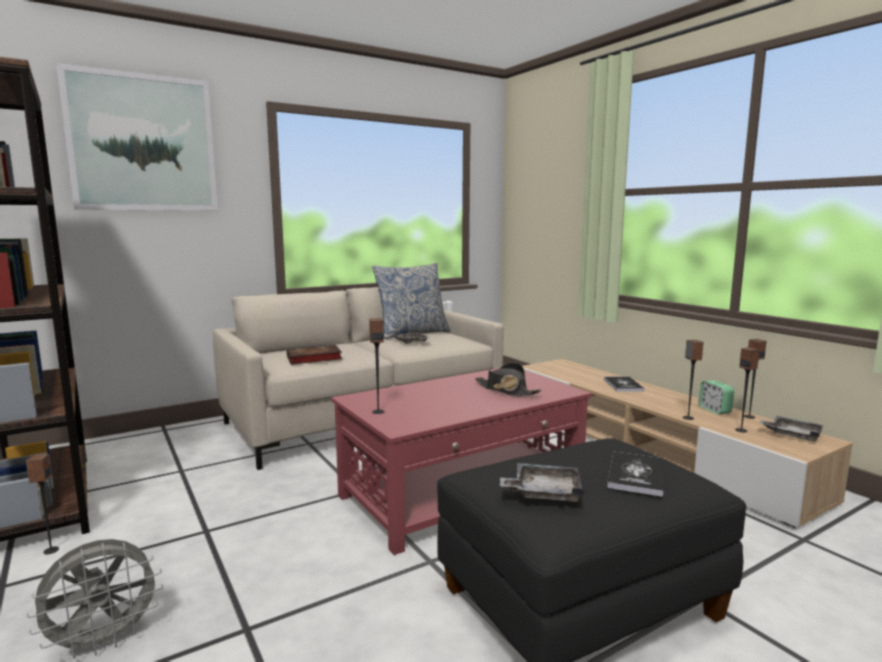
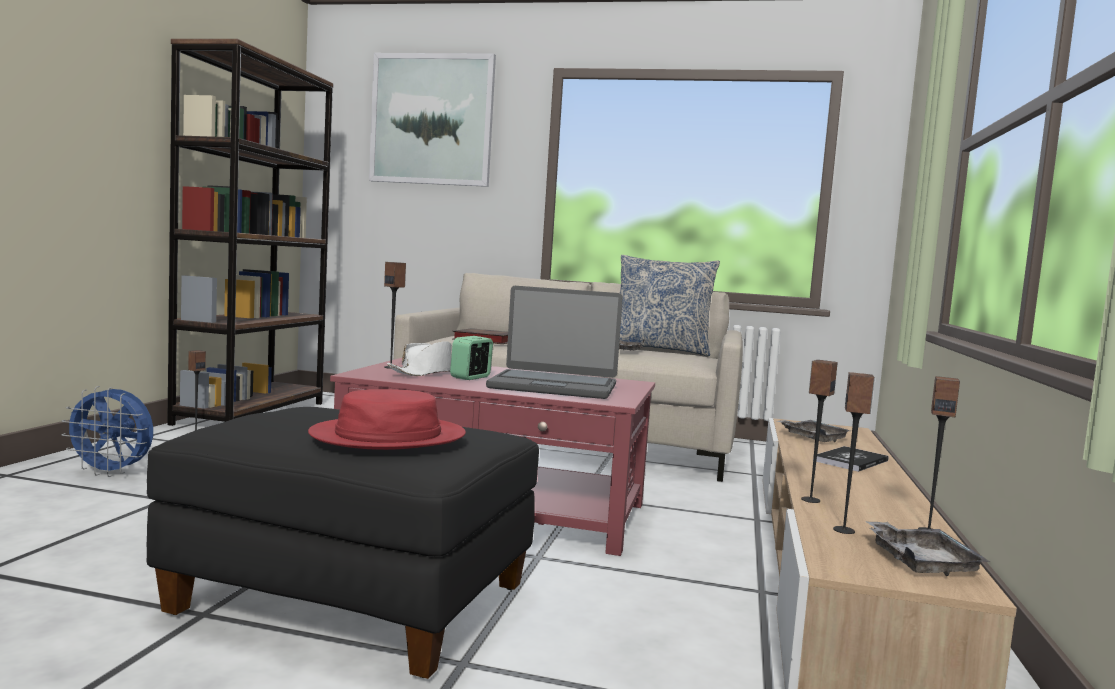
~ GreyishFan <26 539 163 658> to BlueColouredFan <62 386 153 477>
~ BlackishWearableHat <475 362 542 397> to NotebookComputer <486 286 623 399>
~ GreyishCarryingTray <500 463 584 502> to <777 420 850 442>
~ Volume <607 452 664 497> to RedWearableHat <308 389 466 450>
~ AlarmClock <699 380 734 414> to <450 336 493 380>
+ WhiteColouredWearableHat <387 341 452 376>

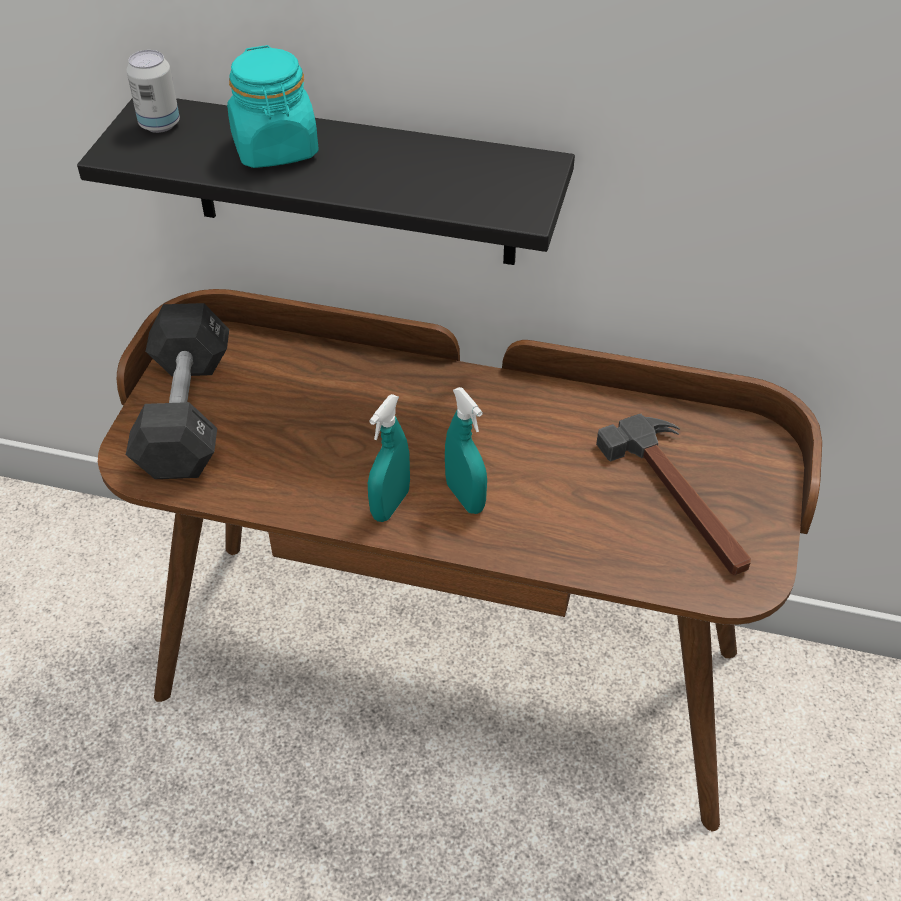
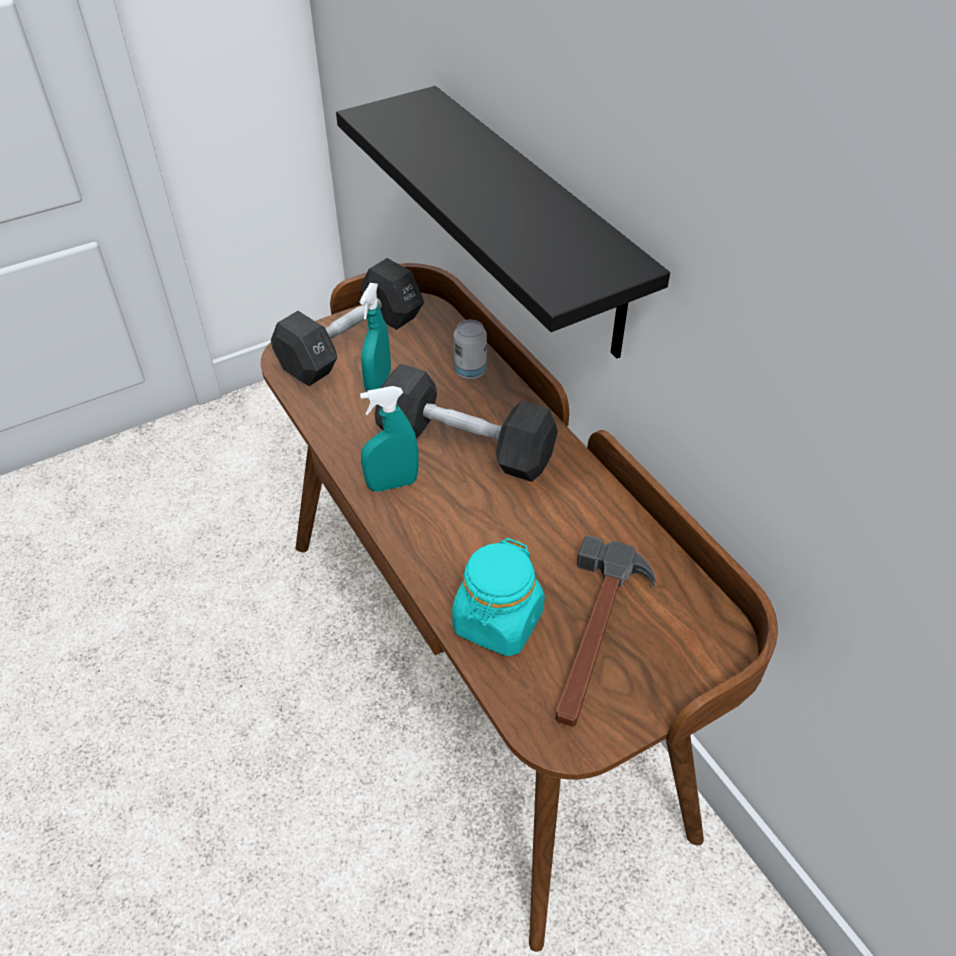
~ Can <126 50 180 133> to <454 320 487 379>
~ TurquoisePreserveJar <227 45 319 168> to <452 538 545 656>
~ TurquoiseSprayer <445 387 487 514> to <360 283 391 391>
+ BlackishFreeWeight <375 364 558 482>

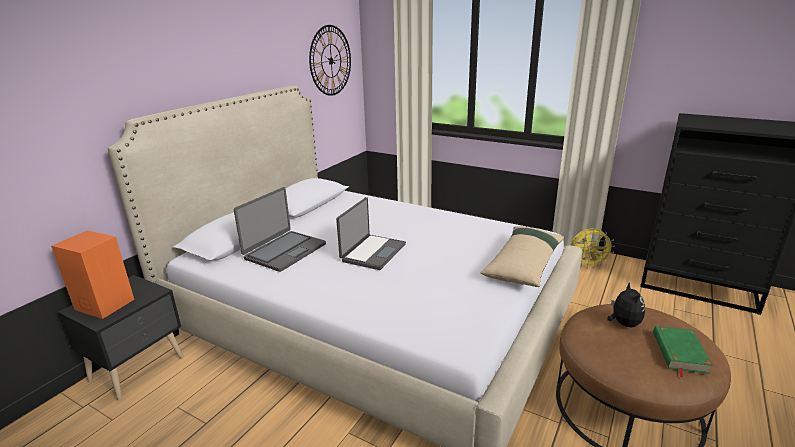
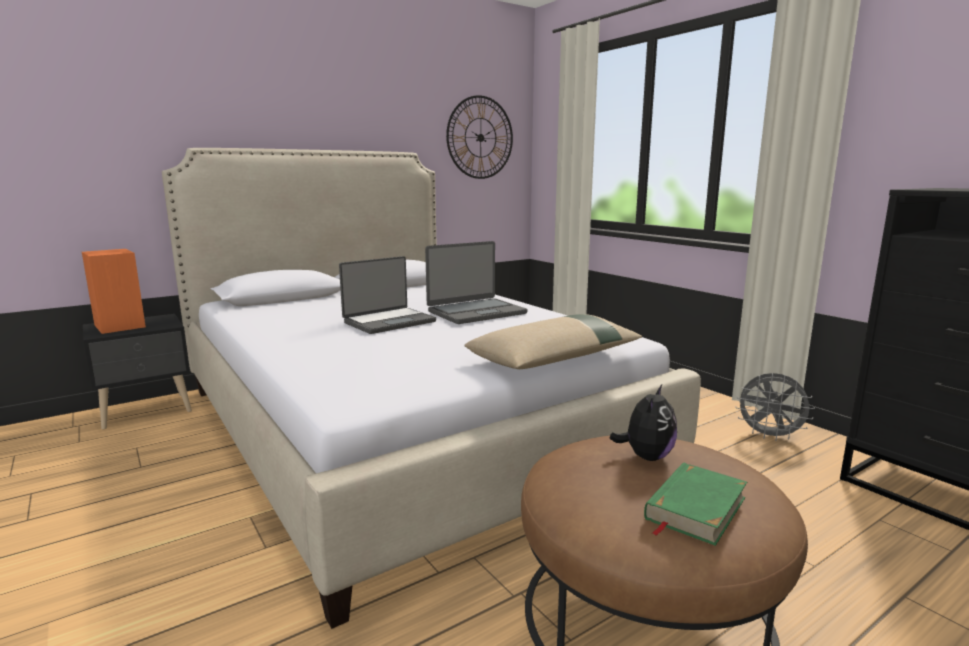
~ NotebookComputer <234 187 326 272> to <425 241 527 324>
~ YellowFan <571 228 615 269> to GreyishFan <735 373 815 441>

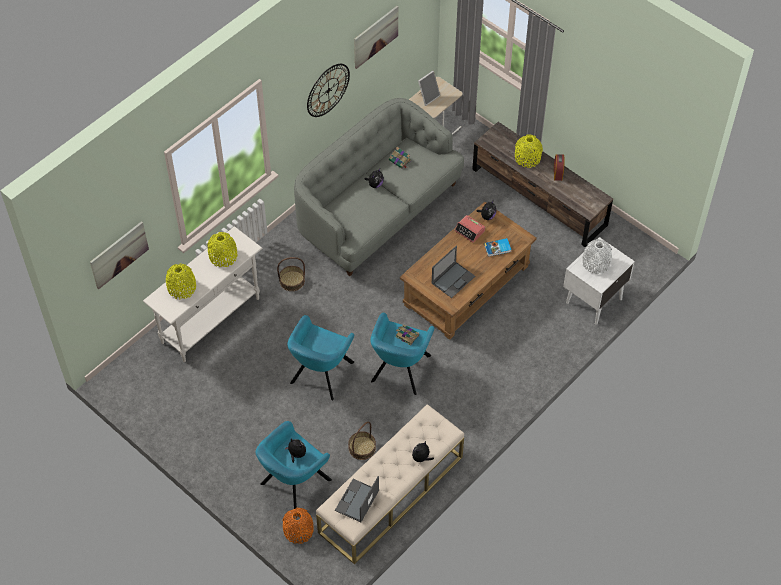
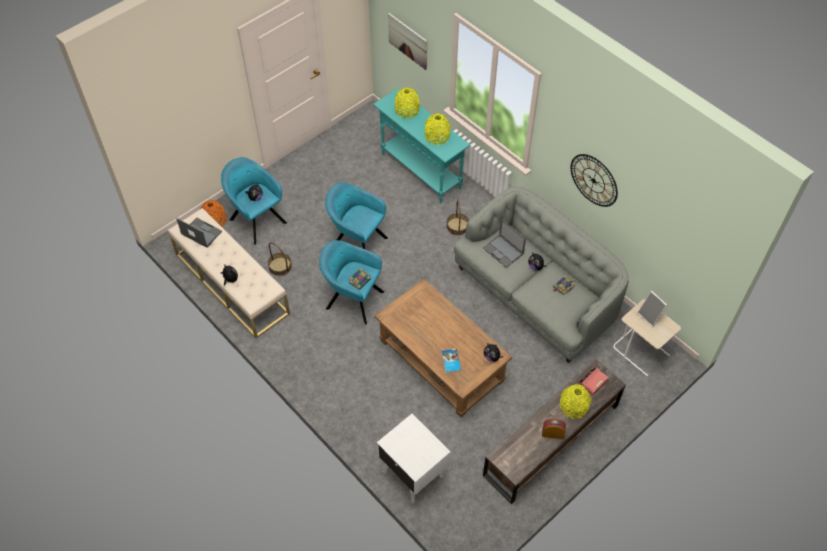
~ WhiteColouredConsoleTable <143 226 262 362> to TurquoiseConsoleTable <373 88 470 203>
- WallPicture <354 6 398 69>
~ NotebookComputer <432 246 475 298> to <483 219 526 268>
~ AlarmClock <454 215 485 243> to <577 367 608 396>
- WhiteColouredFlowerVase <582 239 612 274>

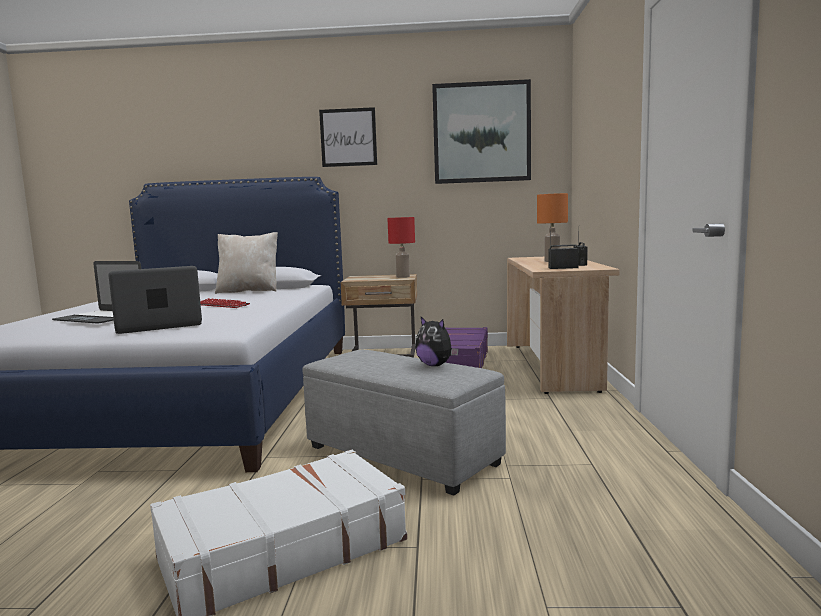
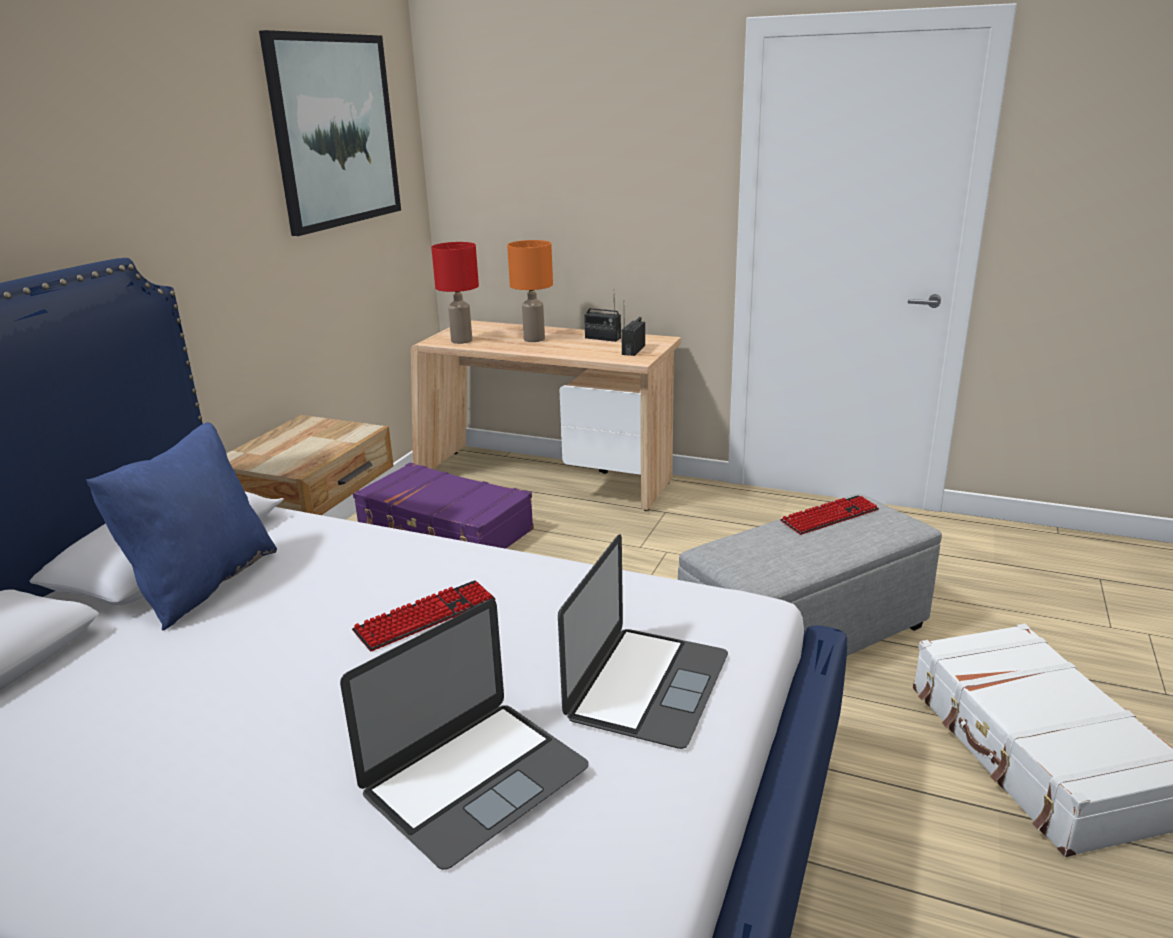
~ NotebookComputer <108 266 202 334> = <558 534 728 749> 150 degrees counterclockwise
~ BeigeThrowPillow <215 232 278 294> to BlueColouredThrowPillow <86 422 277 631>
- WallPicture <319 107 377 167>
~ RedTableLamp <387 217 415 278> to <431 242 479 344>
~ SoftToy <415 317 459 366> to ComputerKeyboard <780 495 879 535>

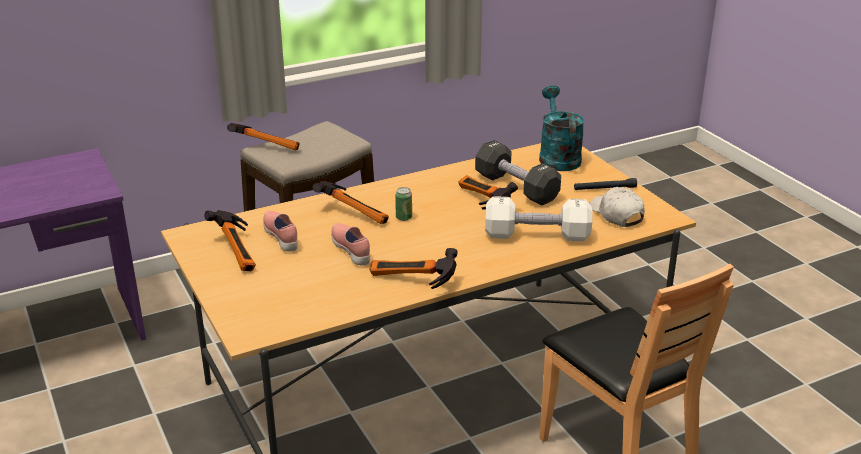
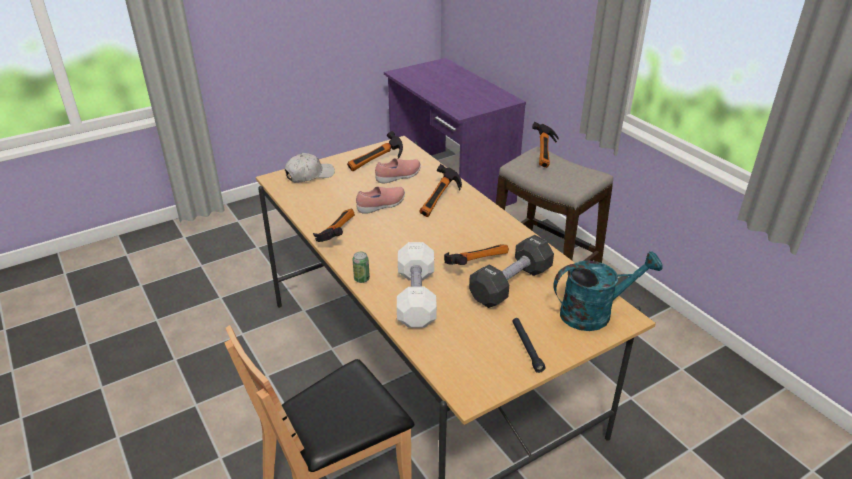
~ Can <395 187 412 221> to <352 252 370 283>
~ WhiteColouredPeakedCap <589 187 645 227> to <285 153 335 183>

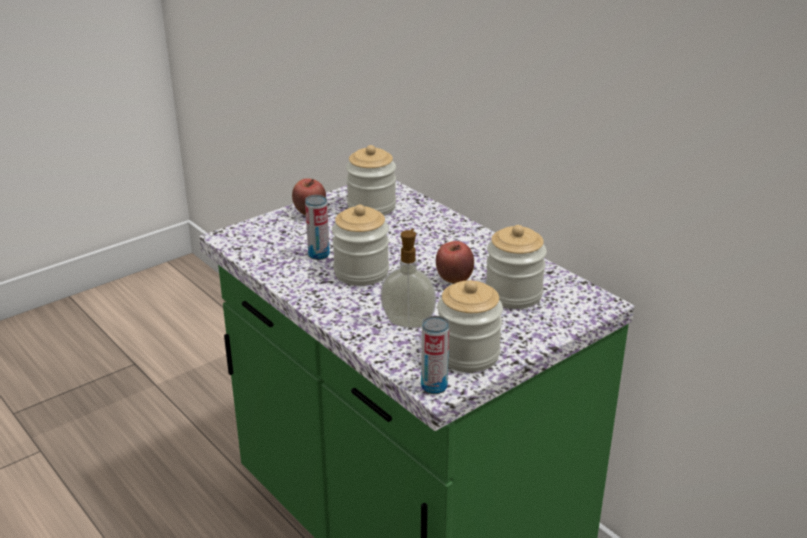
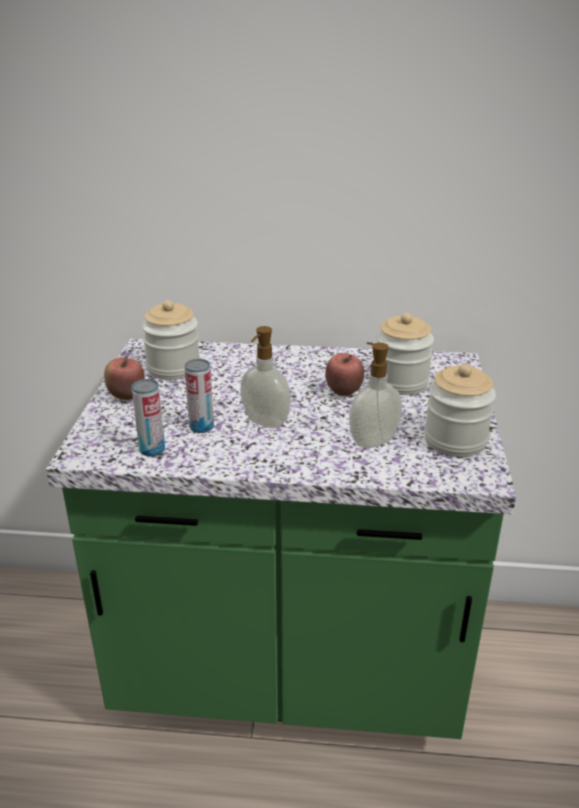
~ PreserveJar <332 205 389 286> to SoapBottle <240 326 291 428>
~ Can <421 316 449 394> to <132 379 165 456>

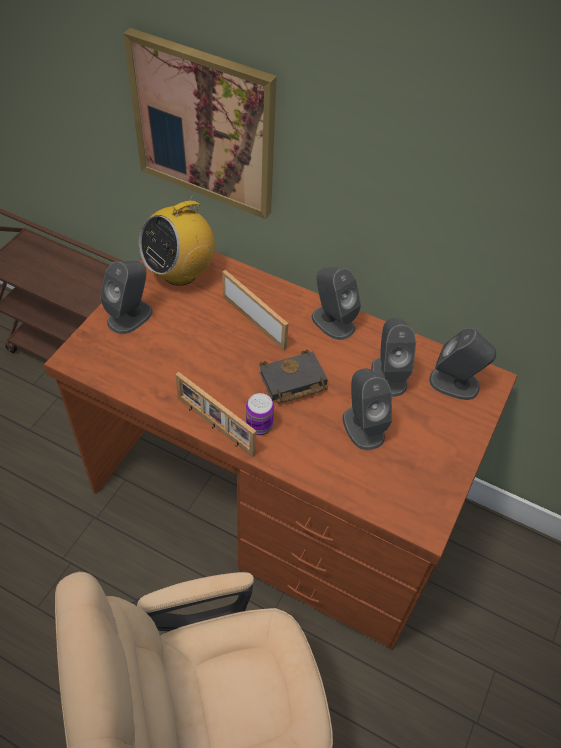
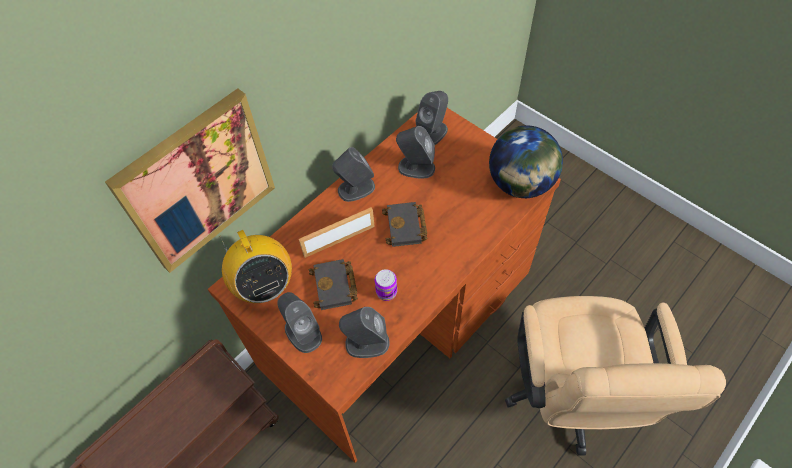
- PictureFrame <175 372 256 457>
~ Can <246 393 274 435> to <375 269 397 301>
~ GreyishLoudspeaker <343 369 392 450> to <339 307 389 358>
+ BlackishVolume <309 259 358 310>
+ Globe <489 125 563 198>

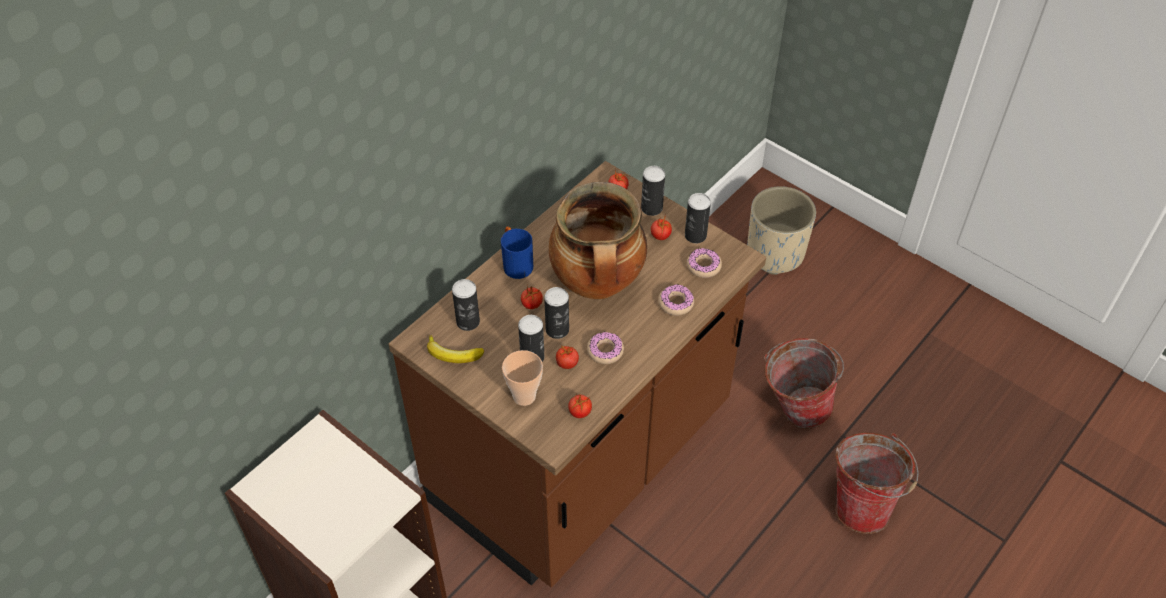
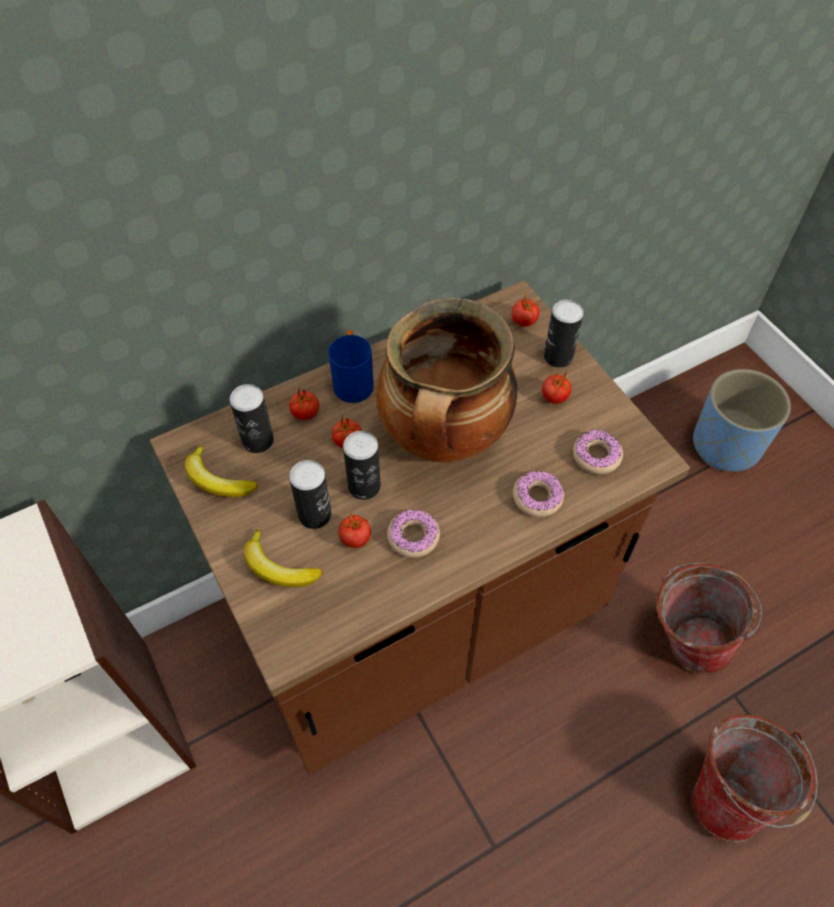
~ Cup <502 350 543 406> to BananaFruit <244 528 323 587>
~ Tomato <568 395 592 418> to <289 386 319 420>
- Can <685 193 711 243>
~ BeigePlantPot <747 186 816 275> to BlueColouredPlantPot <693 369 791 471>

